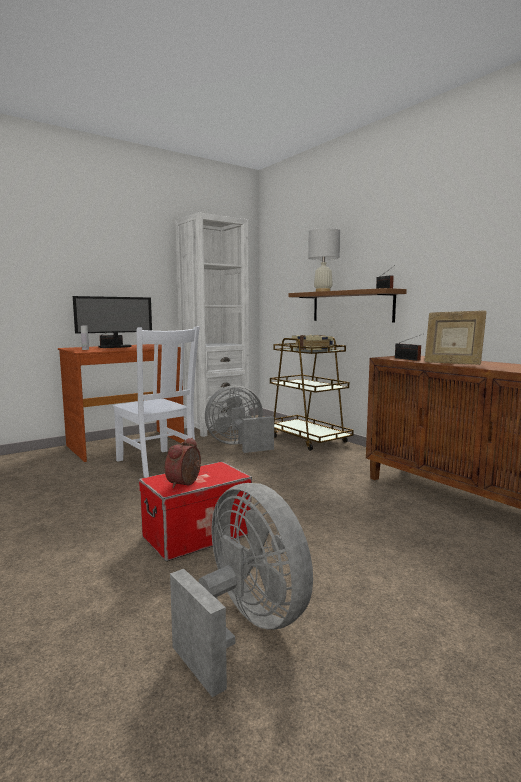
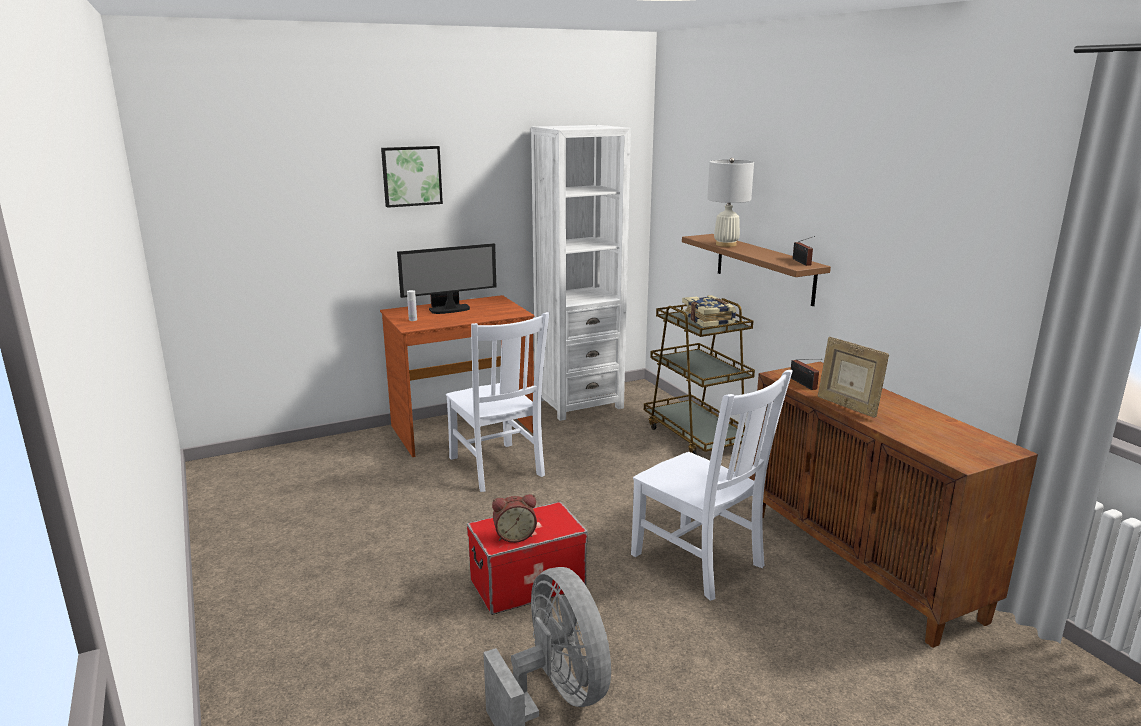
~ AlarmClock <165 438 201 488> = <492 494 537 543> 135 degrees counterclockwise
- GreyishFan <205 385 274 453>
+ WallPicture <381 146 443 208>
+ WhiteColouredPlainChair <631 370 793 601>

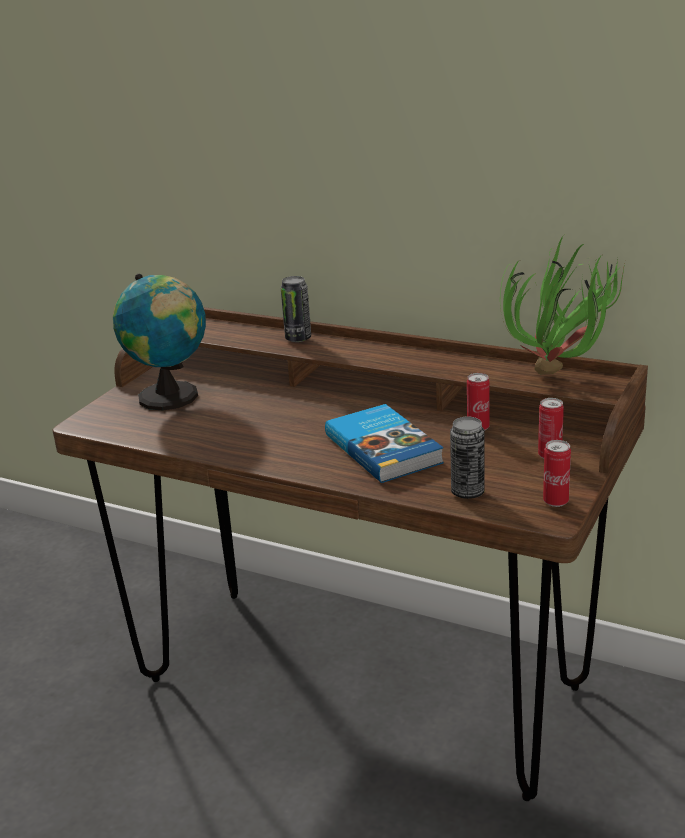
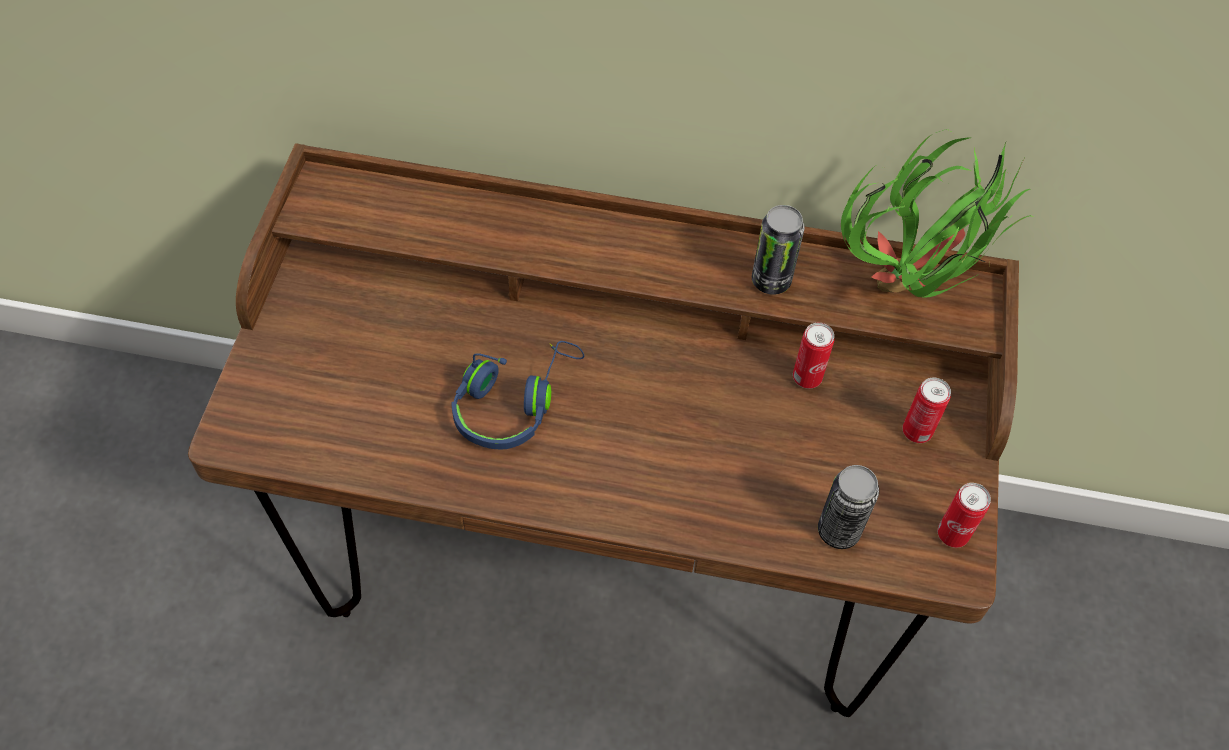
- Globe <113 274 206 410>
~ Can <280 276 311 342> to <752 205 805 295>
- Volume <325 404 444 483>
+ BlueColouredHeadphones <452 341 584 449>

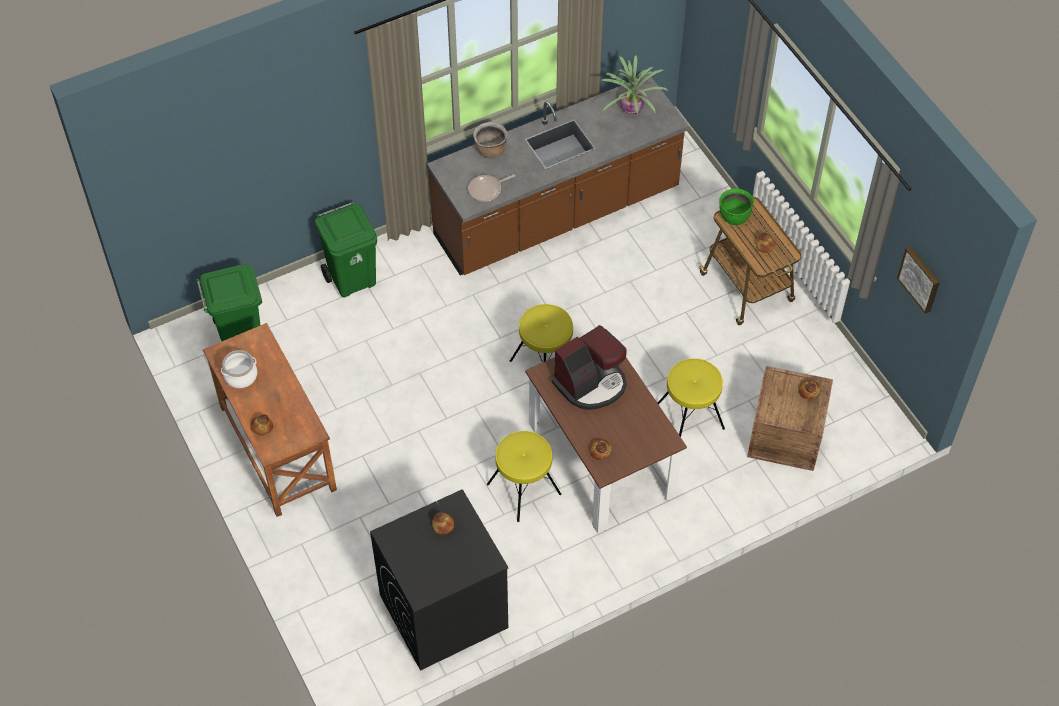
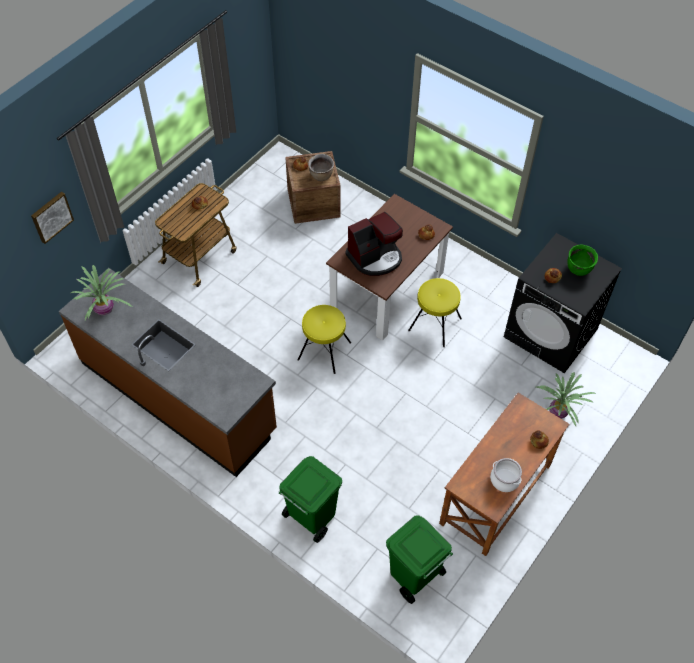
- Pan <468 174 516 202>
~ BrownishCookingPot <474 122 508 158> to <308 154 334 181>
~ CoffeeMaker <552 325 627 410> = <345 212 403 276> 120 degrees clockwise
- YellowStoolSeat <658 358 725 437>
~ GreenColouredCookingPot <719 188 754 225> to <567 244 598 276>
~ WallPicture <897 246 940 314> to <31 192 74 244>
+ PottedPlant <536 372 596 426>

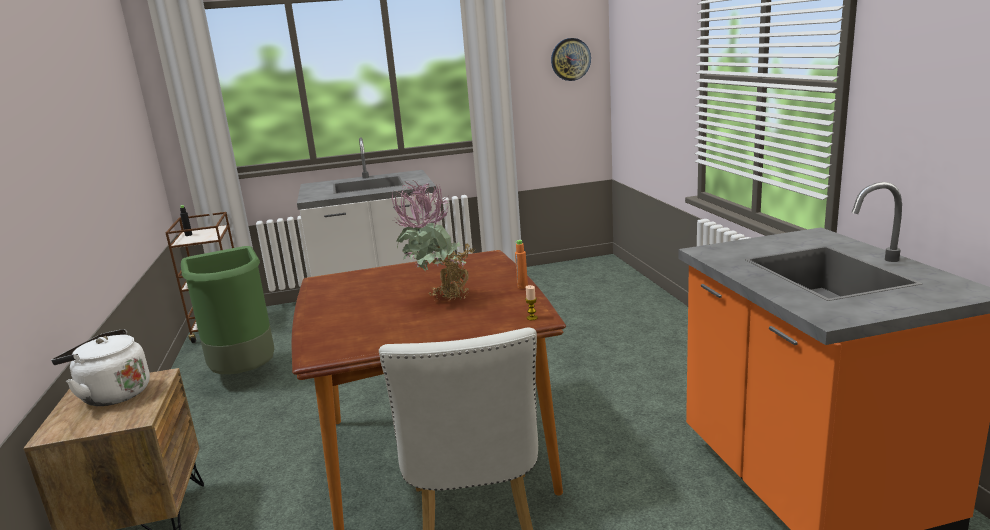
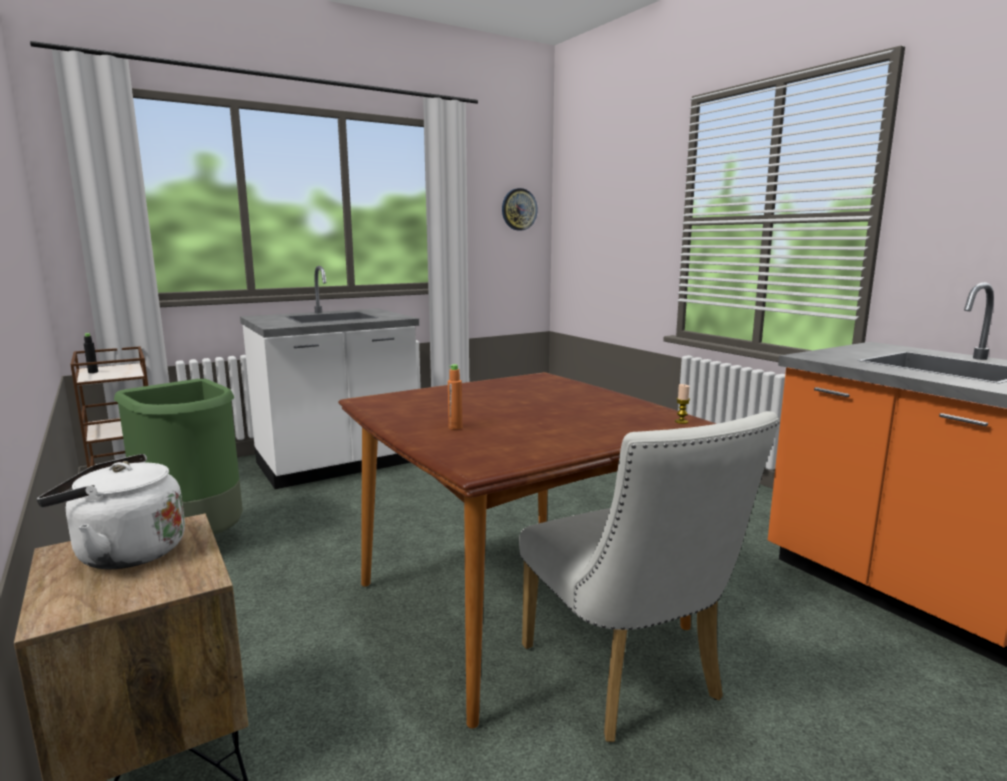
- PottedPlant <392 179 476 300>
~ OrangeDrinkBottle <515 240 528 289> to <448 364 462 429>

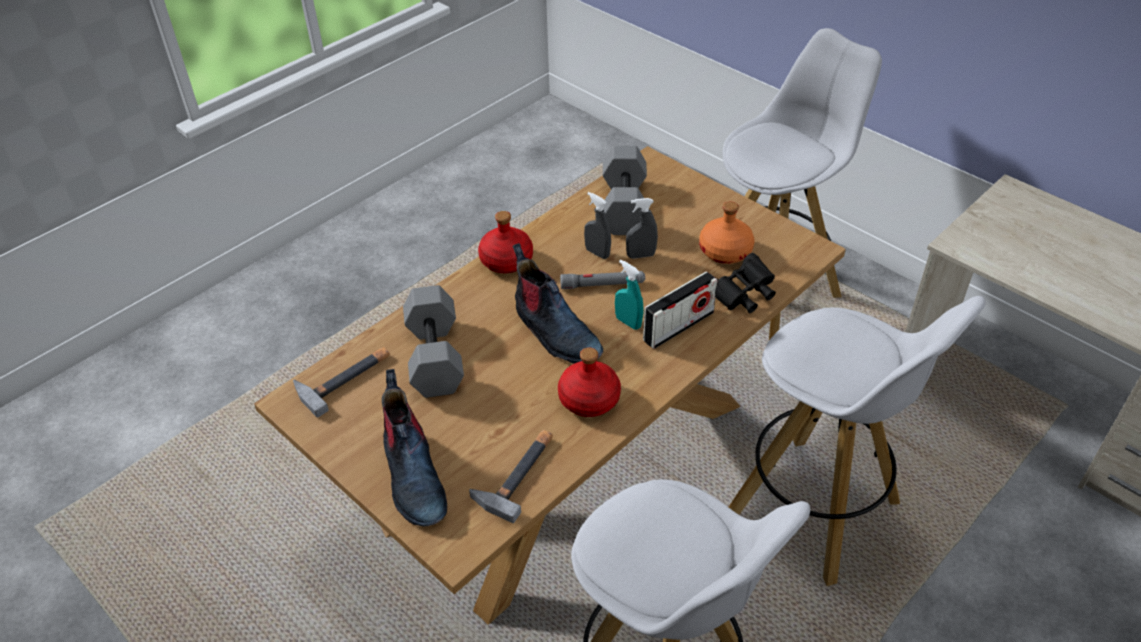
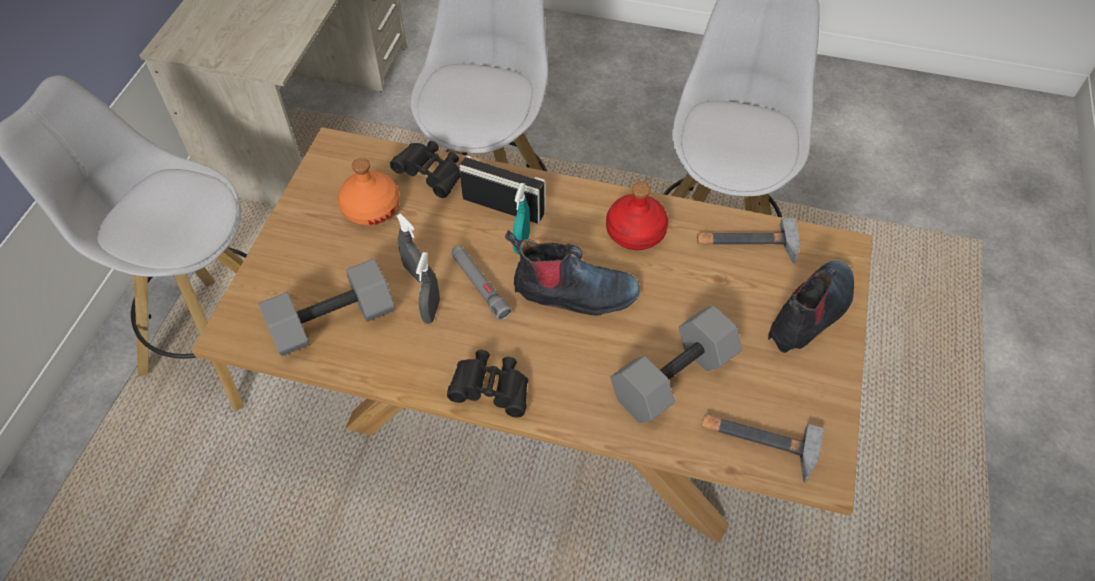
~ RedDrinkBottle <478 211 533 273> to BlackishPairOfBinoculars <447 350 528 417>
~ Boot <512 243 603 364> = <505 230 640 316> 75 degrees clockwise

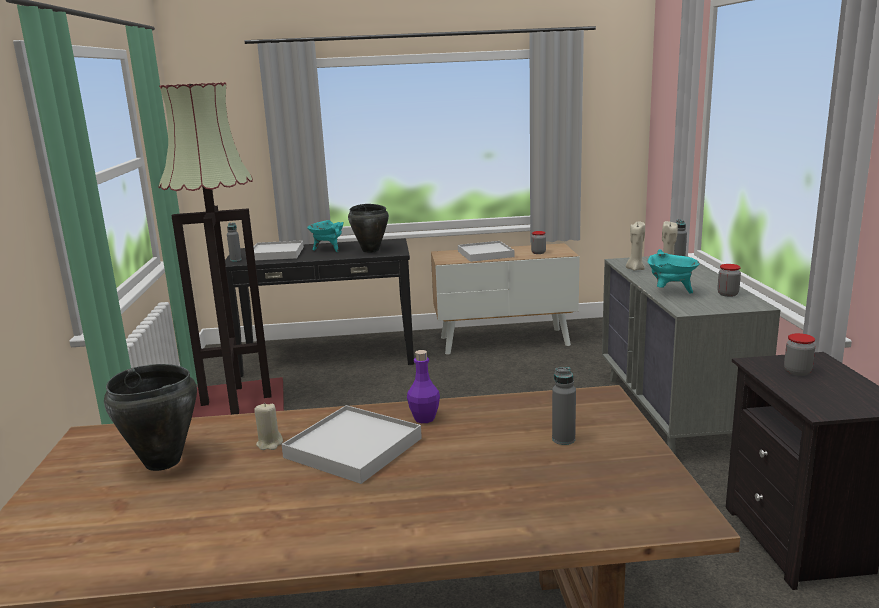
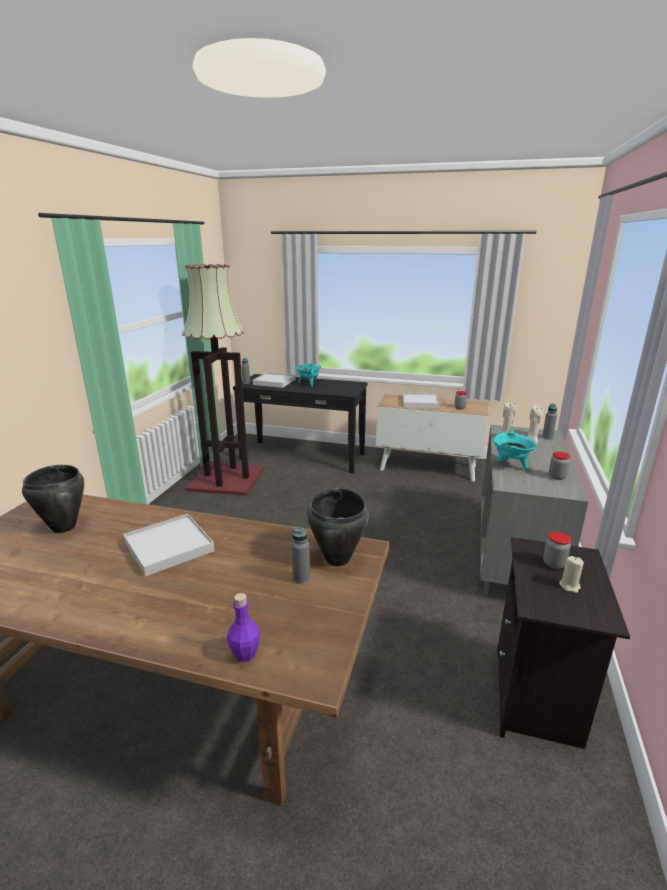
~ BeigeCandle <254 403 283 450> to <559 556 584 593>
~ BlackishCookingPot <348 204 389 253> to <307 488 369 566>
~ PurpleColouredDrinkBottle <407 350 440 423> to <227 593 260 662>

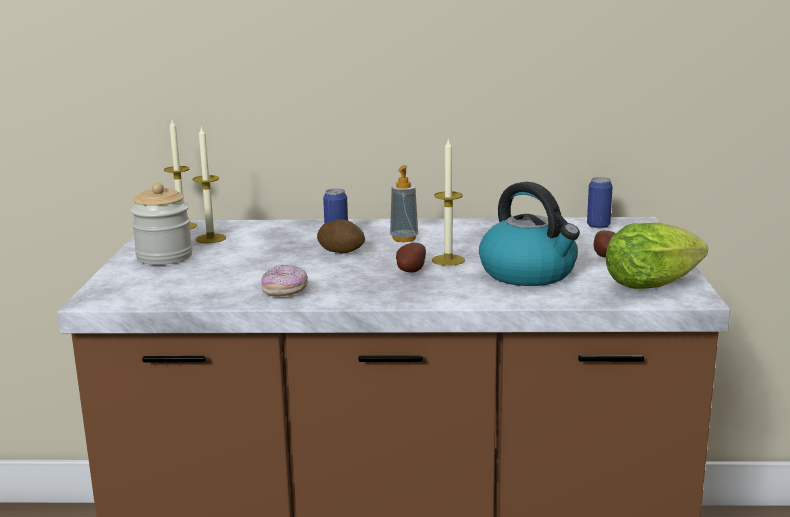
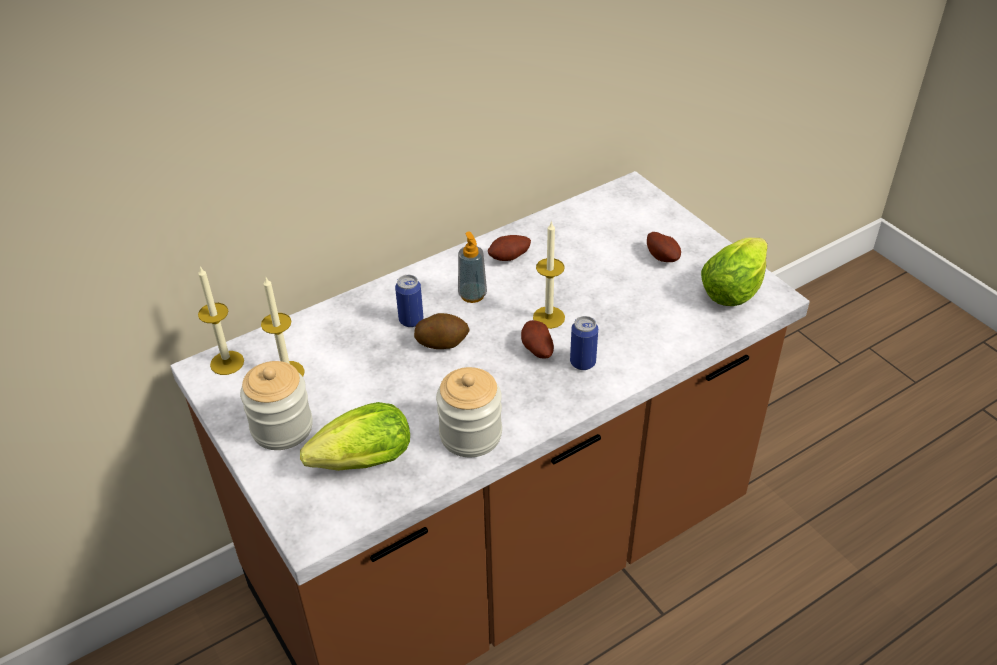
~ RingDoughnut <261 265 308 296> to PreserveJar <436 367 502 457>
- WaterKettle <479 182 580 286>
~ Can <587 177 613 228> to <570 316 598 370>
+ HeadOfLettuce <300 402 410 471>
+ Potato <488 235 531 261>

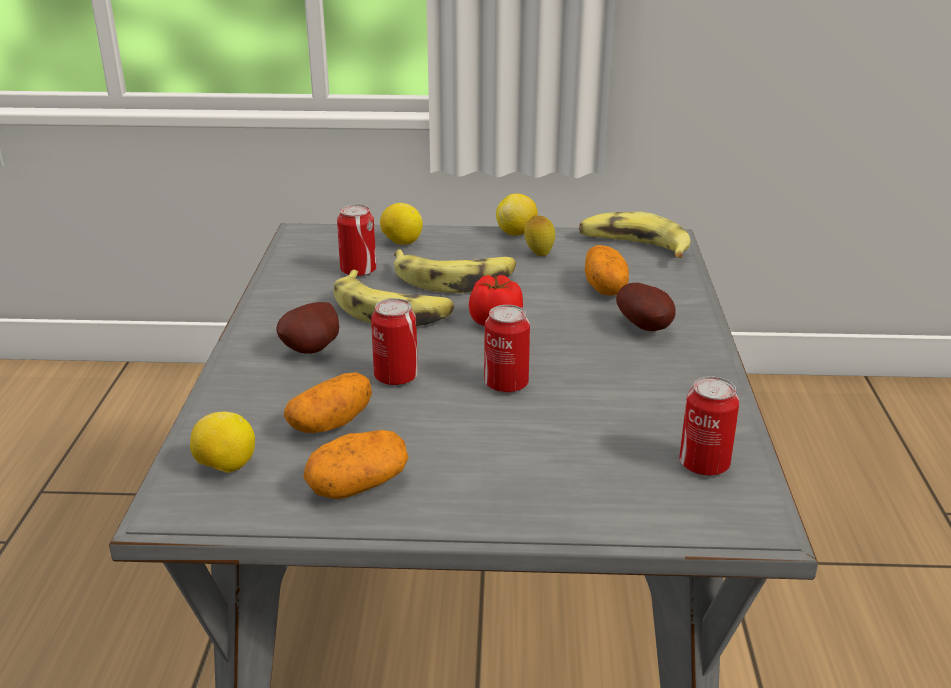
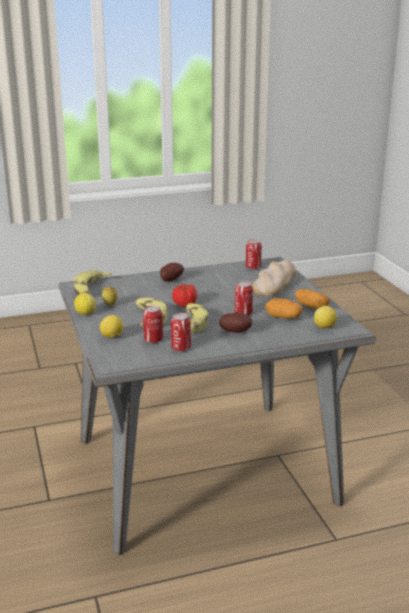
~ Can <484 305 530 393> to <171 313 191 352>
- Potato <585 245 629 296>
+ BakeryBread <252 260 296 297>

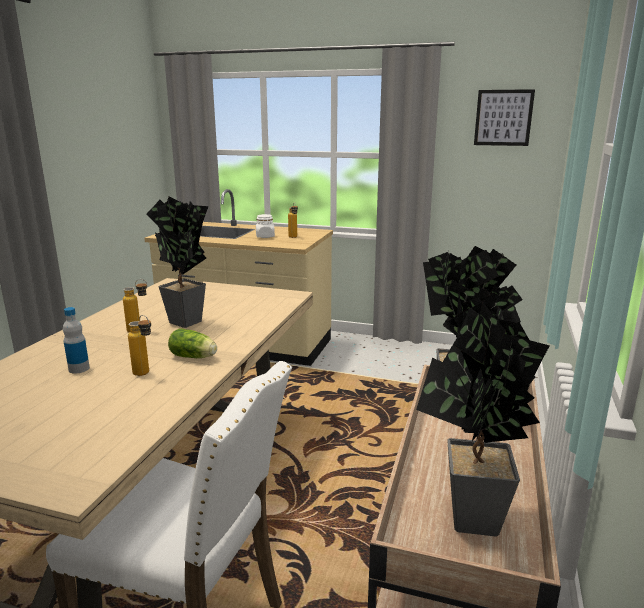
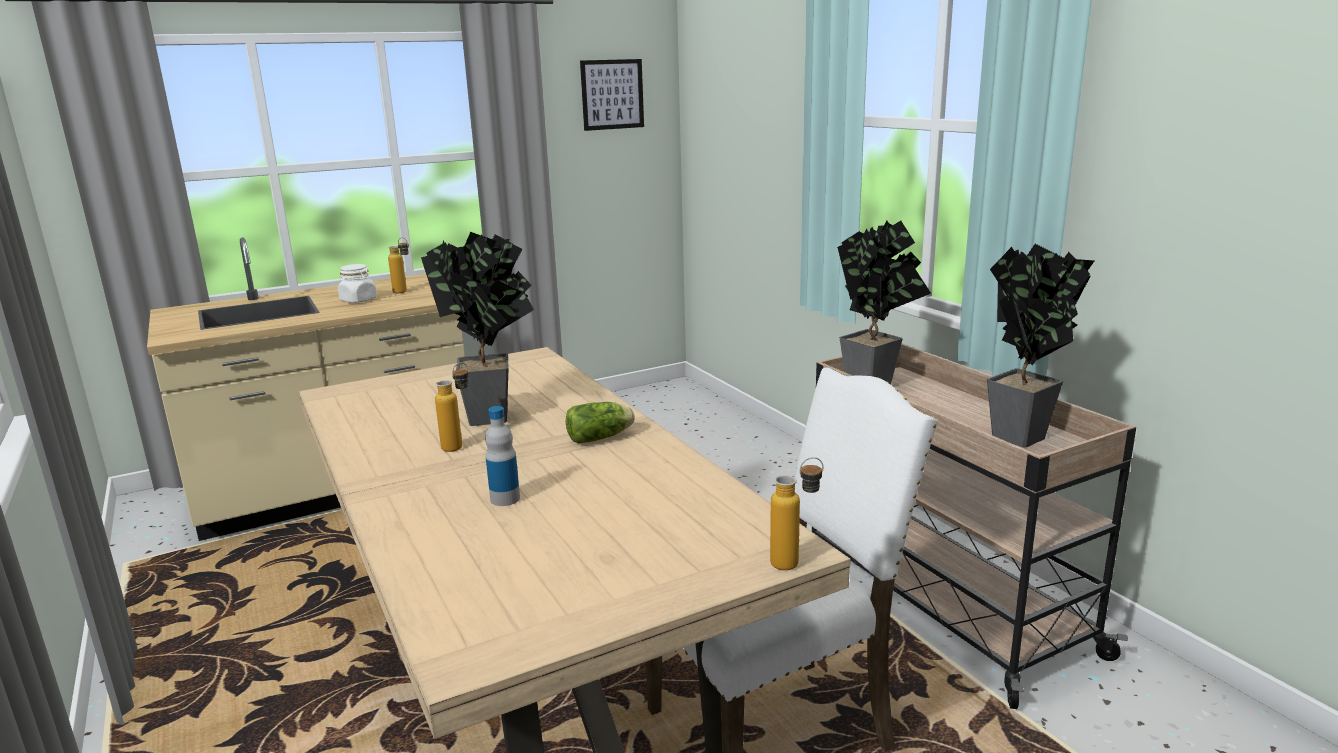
~ DrinkBottle <128 315 151 376> to <770 457 823 570>

